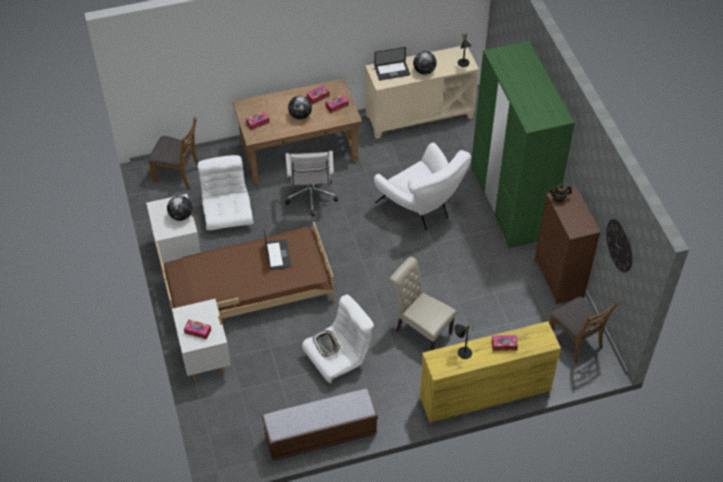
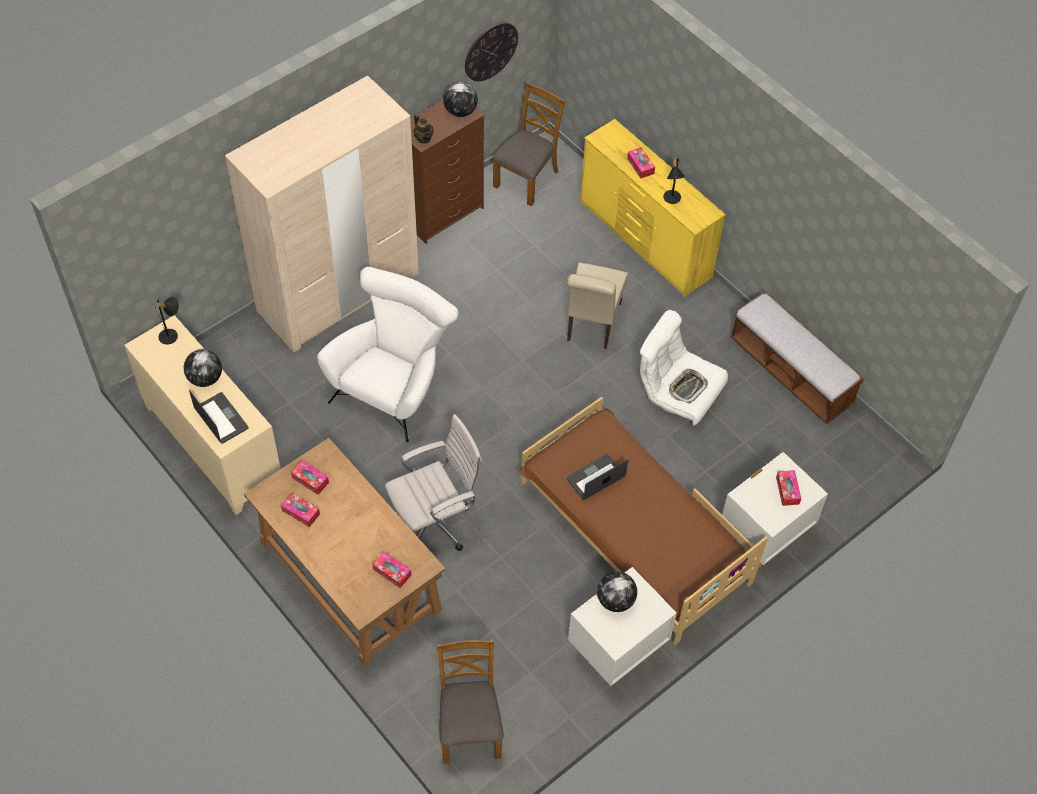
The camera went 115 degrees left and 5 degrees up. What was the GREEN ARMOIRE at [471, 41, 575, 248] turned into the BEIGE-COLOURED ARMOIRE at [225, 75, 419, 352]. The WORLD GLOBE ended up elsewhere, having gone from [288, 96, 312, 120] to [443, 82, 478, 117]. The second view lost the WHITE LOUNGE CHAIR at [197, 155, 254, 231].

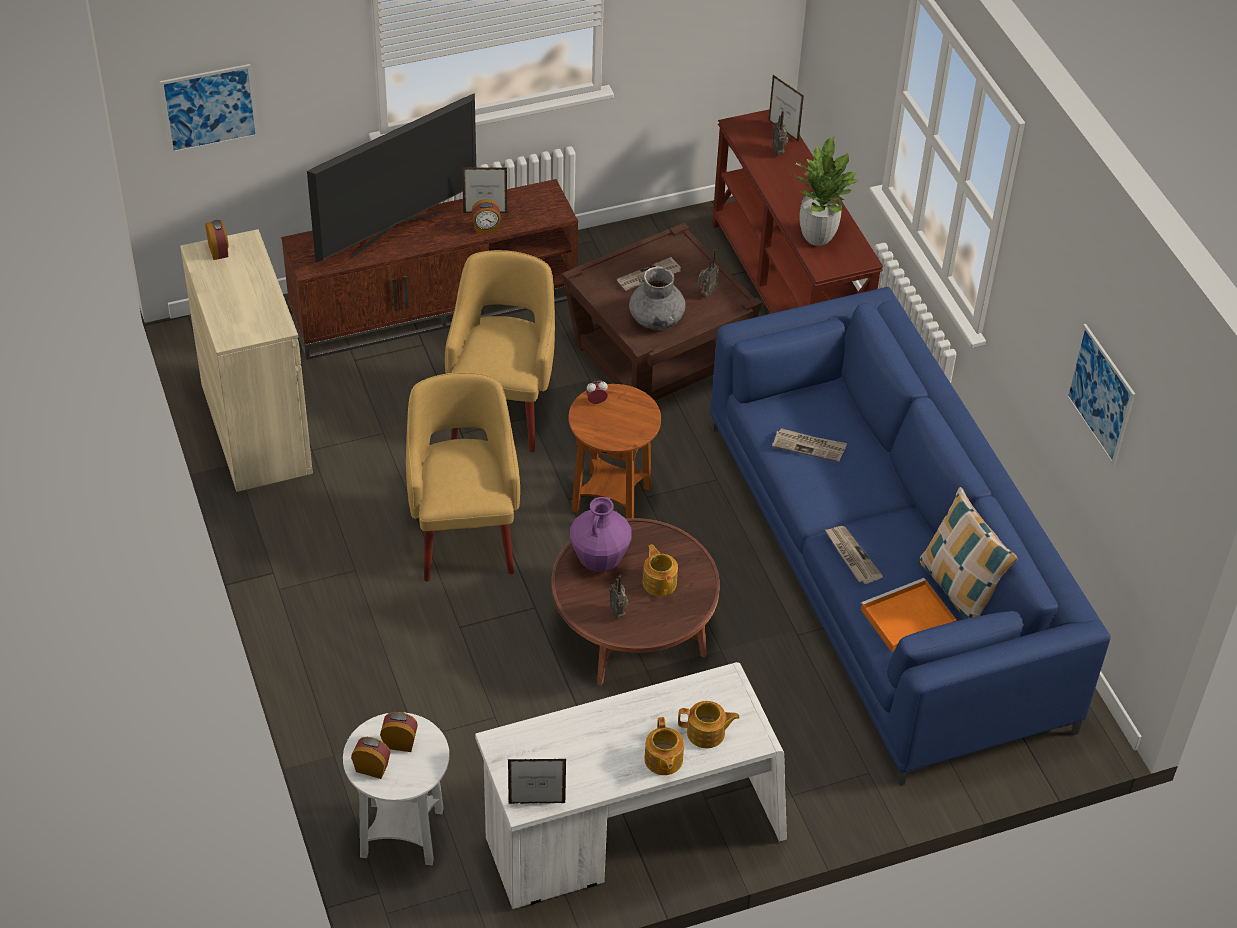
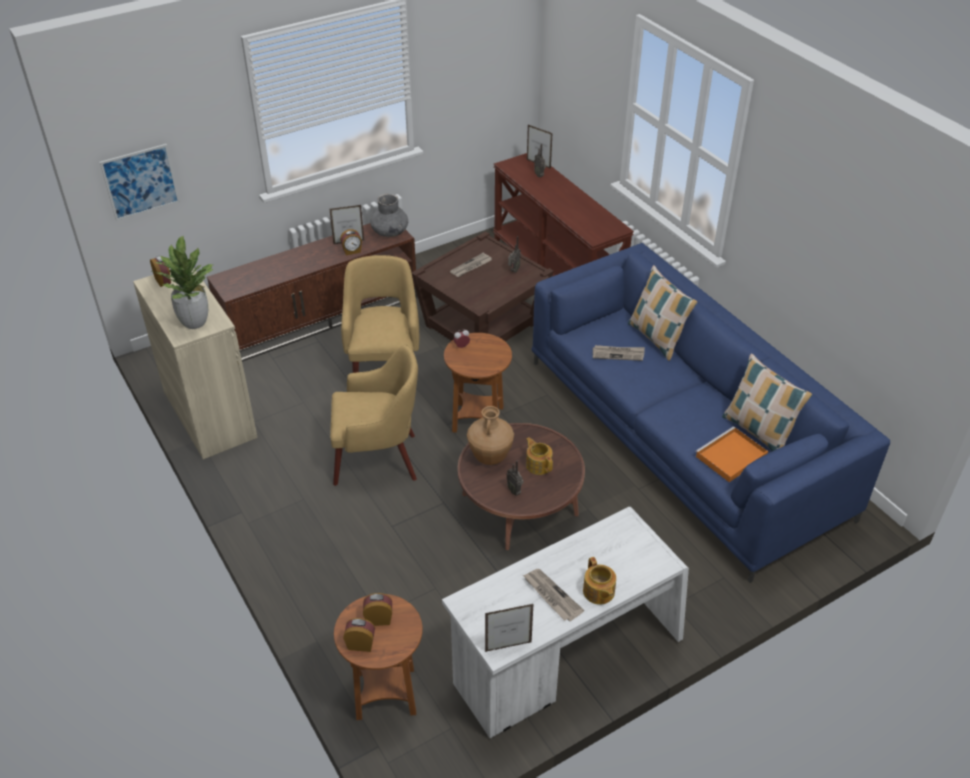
The camera went 10 degrees left and 5 degrees down. The second view lost the TV SET at [307, 93, 476, 263]. The POTTED PLANT ended up elsewhere, having gone from [785, 137, 858, 246] to [152, 236, 213, 329]. The GREYISH FLOWER VASE ended up elsewhere, having gone from [629, 266, 686, 330] to [370, 193, 408, 237]. The second view lost the WALL ART at [1066, 324, 1135, 466]. The YELLOW LOUNGE CHAIR at [406, 372, 520, 582] ended up facing another way, 105 degrees clockwise from before. What was the PURPLISH FLOWER VASE at [570, 497, 632, 572] turned into the BROWN FLOWER VASE at [467, 406, 514, 465]. The PRINTED PAPER ended up elsewhere, having gone from [825, 526, 883, 584] to [523, 569, 584, 621]. The second view lost the TEAPOT at [678, 701, 740, 748]. What was the WHITE ACCENT TABLE at [343, 712, 449, 865] turned into the BROWN ACCENT TABLE at [334, 594, 423, 720]. The second view gained the PILLOW at [628, 265, 698, 361].

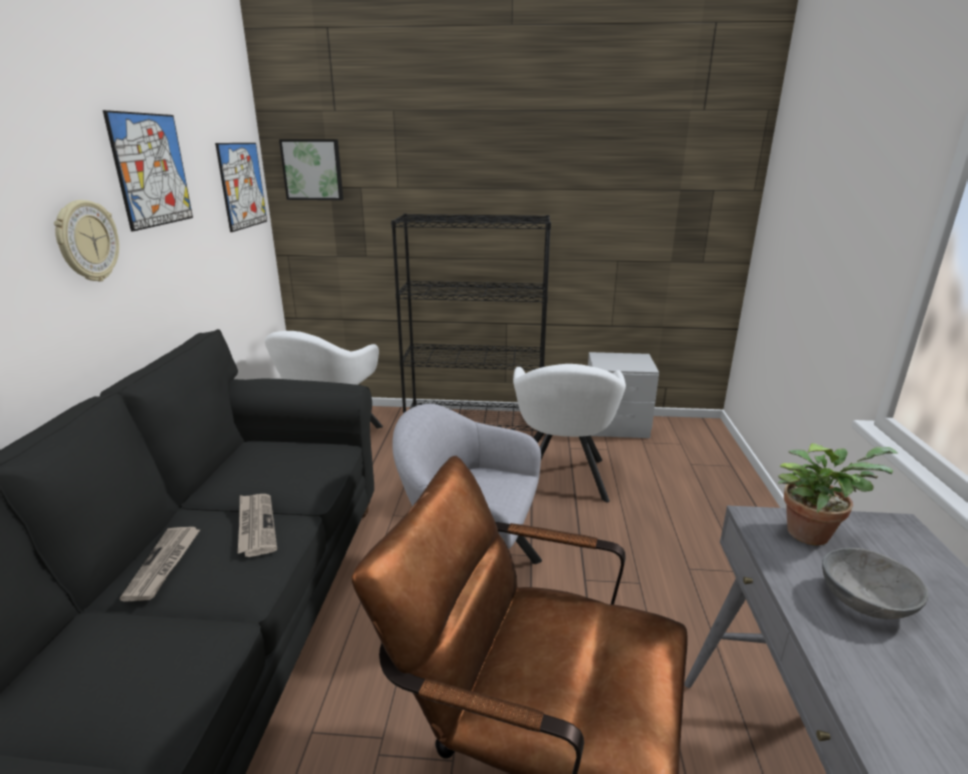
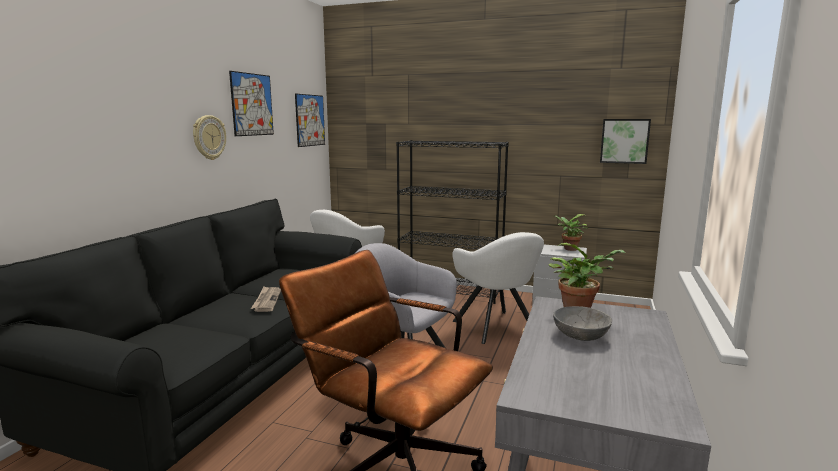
The camera went 15 degrees right and 10 degrees down. The WALL ART ended up elsewhere, having gone from [279, 139, 343, 200] to [600, 119, 651, 164]. The WHITE LOUNGE CHAIR at [513, 364, 626, 502] ended up facing another way, 45 degrees counterclockwise from before. The second view lost the PRINTED PAPER at [119, 527, 201, 601]. The second view gained the POTTED PLANT at [555, 214, 588, 251].

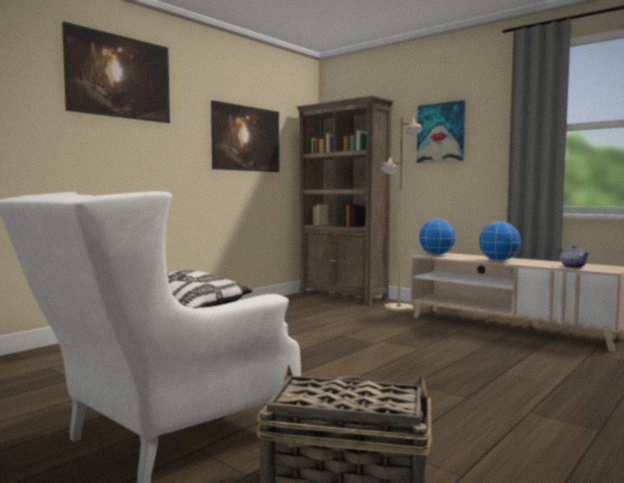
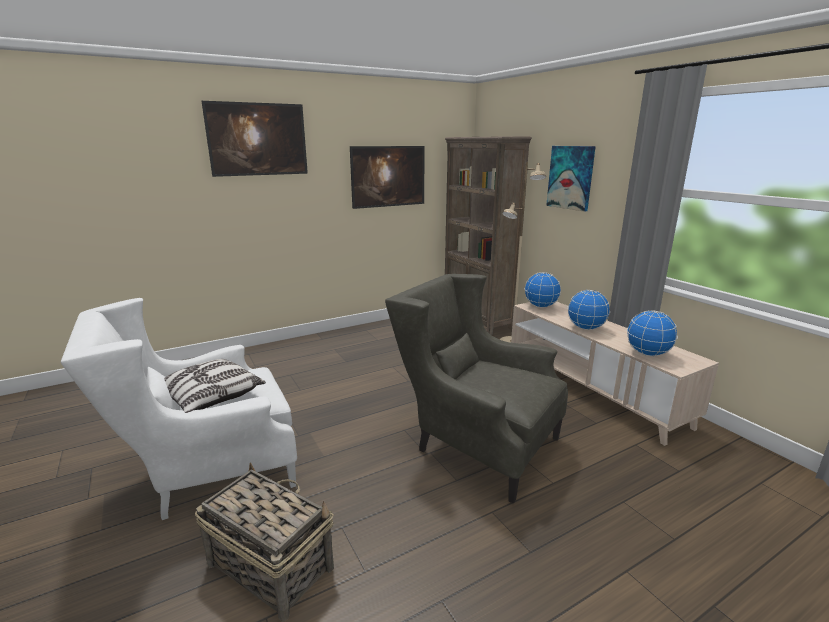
The camera went 20 degrees right and 15 degrees up. Where the TEAPOT stood at [558, 245, 590, 268], the WORLD GLOBE came to stand at [627, 310, 678, 356]. The second view gained the GREYISH LOUNGE CHAIR at [385, 274, 568, 504].

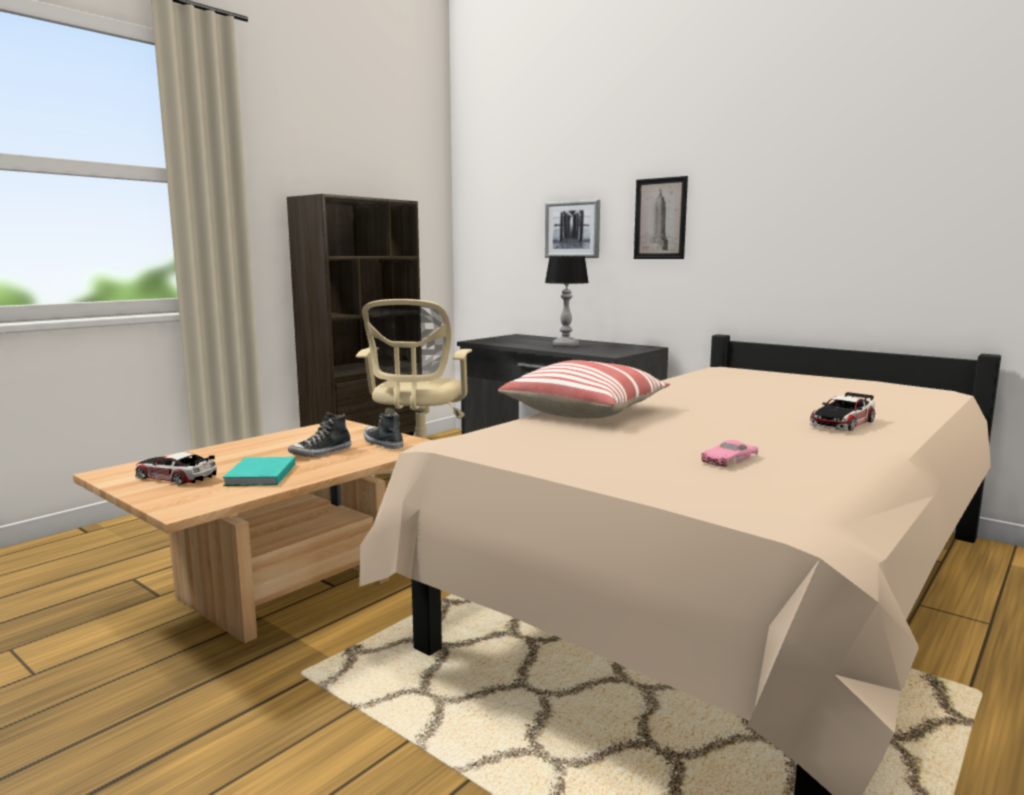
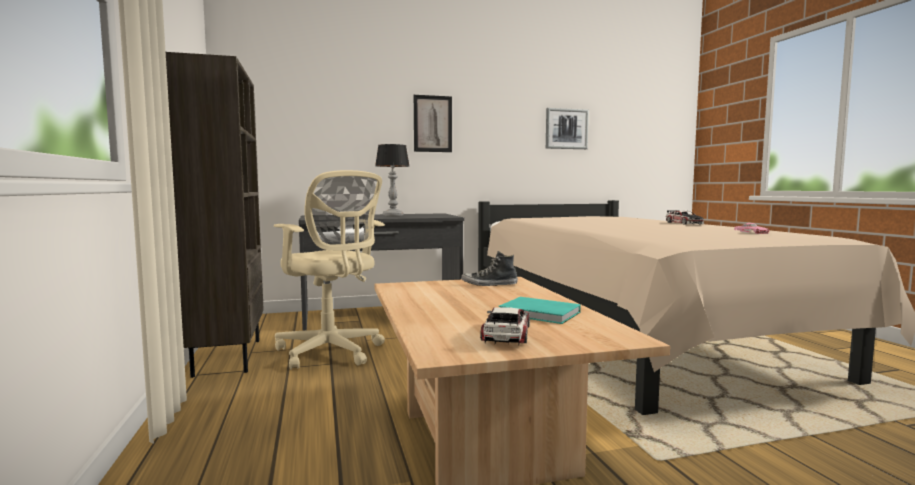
The camera went 55 degrees left and 5 degrees down. The WALL ART ended up elsewhere, having gone from [545, 200, 600, 258] to [546, 108, 589, 149]. The second view lost the PILLOW at [498, 360, 670, 419]. The second view lost the ITEM OF FOOTWEAR at [288, 412, 351, 457]. The MINIATURE CAR at [135, 452, 217, 486] ended up facing another way, 135 degrees clockwise from before.

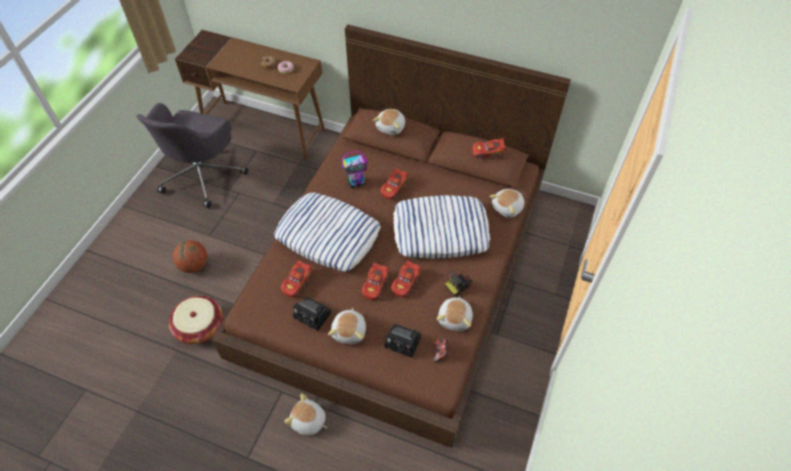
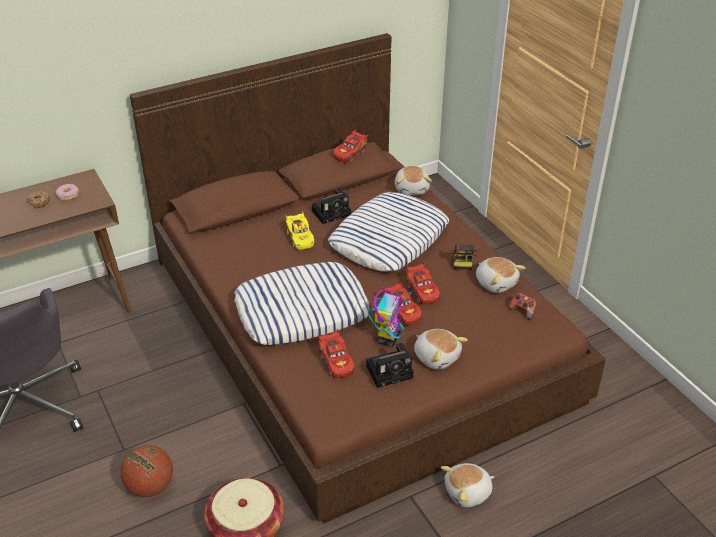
The camera went 50 degrees left and 15 degrees down. The second view lost the PLUSH TOY at [373, 109, 405, 135]. The TOY ROBOT ended up elsewhere, having gone from [342, 151, 368, 188] to [368, 289, 412, 347]. What was the RED-COLOURED MINIATURE CAR at [380, 166, 409, 200] turned into the YELLOW MINIATURE CAR at [285, 211, 315, 250]. The PHOTO CAMERA ended up elsewhere, having gone from [384, 324, 421, 358] to [312, 188, 351, 224].

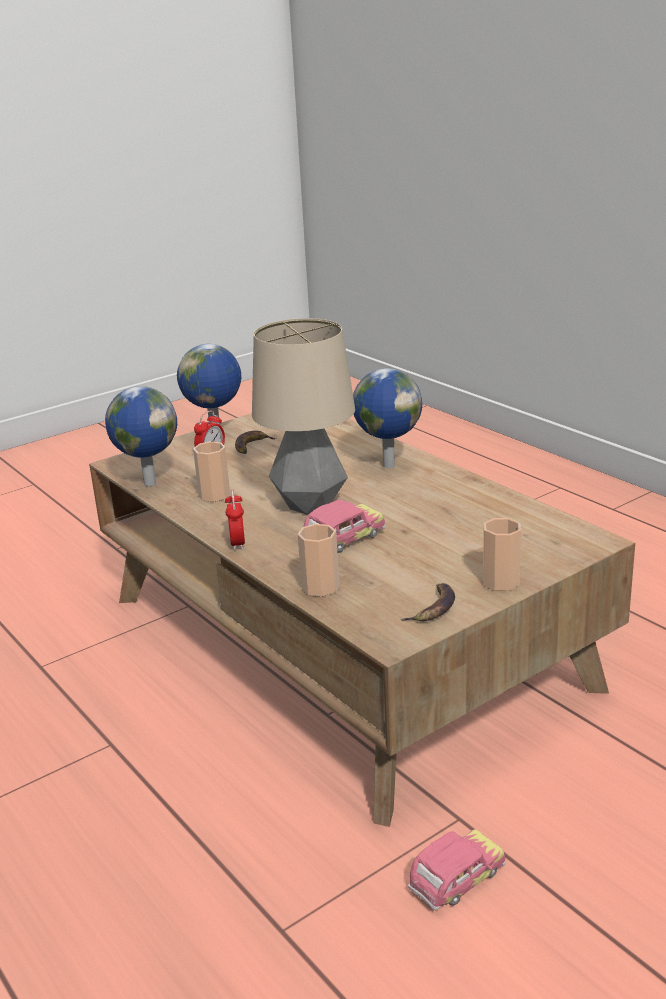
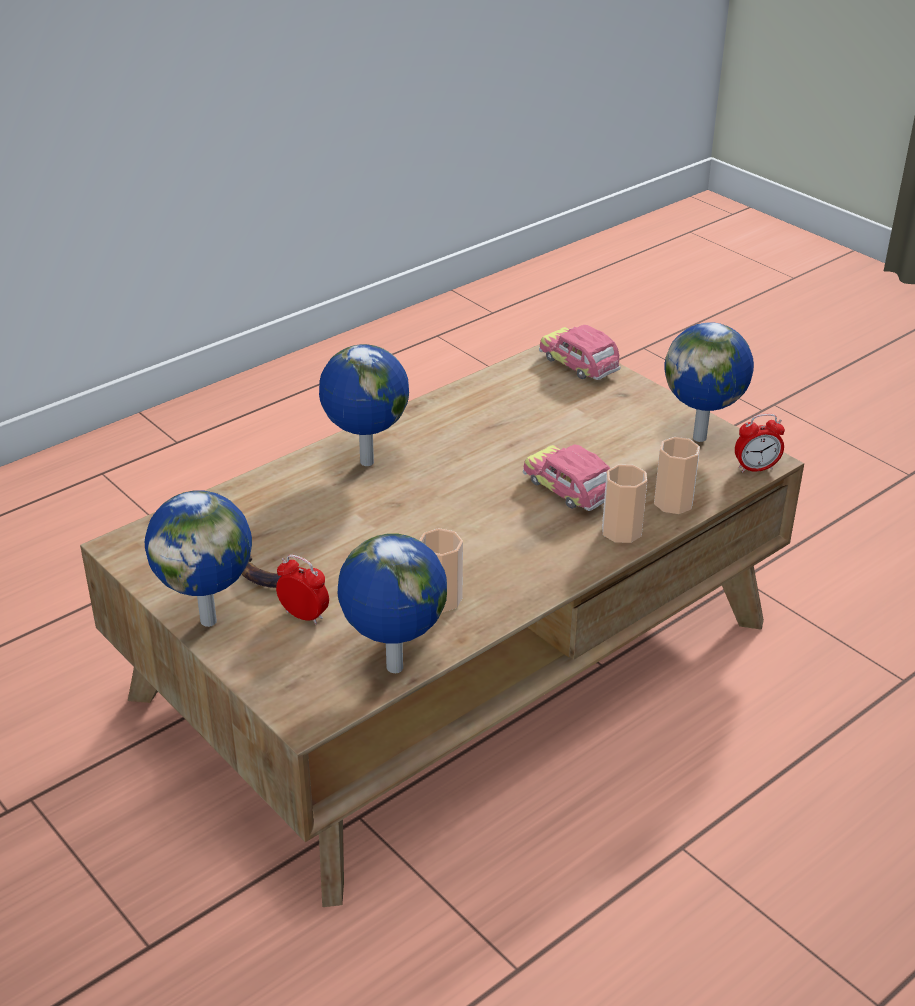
The camera went 95 degrees left and 10 degrees up. The second view lost the TABLETOP LAMP at [252, 318, 355, 514]. The ALARM CLOCK ended up elsewhere, having gone from [225, 489, 245, 550] to [735, 414, 785, 473]. The CUP ended up elsewhere, having gone from [483, 518, 521, 590] to [602, 464, 647, 543]. Where the WHOLE BANANA stood at [400, 583, 455, 621], the WORLD GLOBE came to stand at [664, 322, 754, 442]. The MINIATURE CAR ended up elsewhere, having gone from [408, 830, 506, 910] to [539, 325, 621, 380].

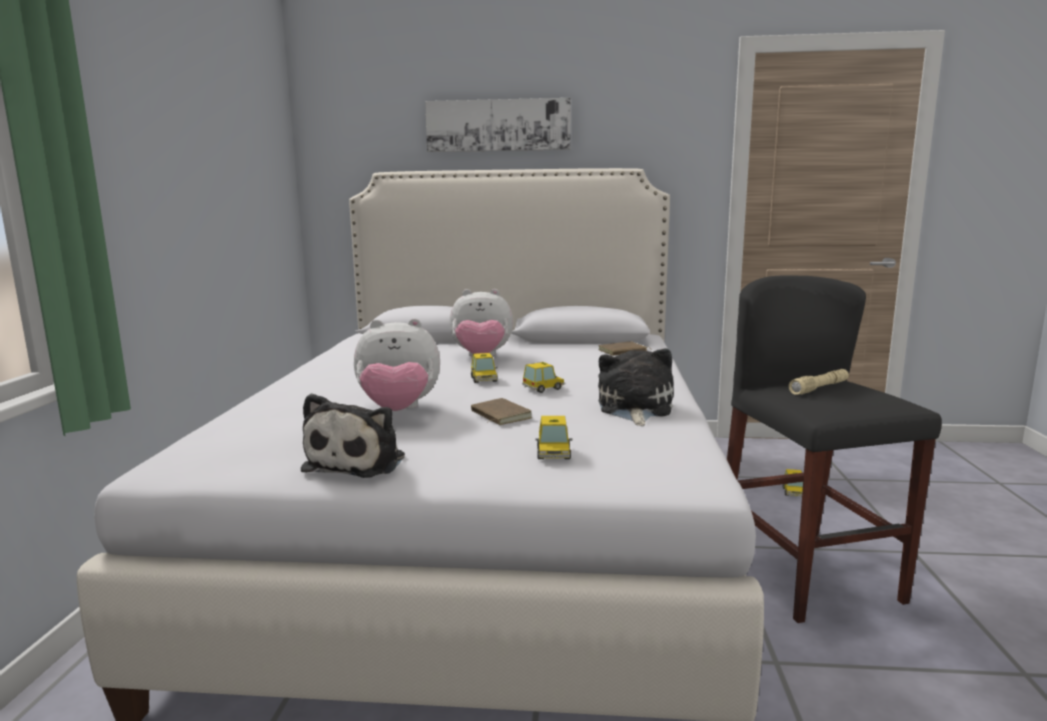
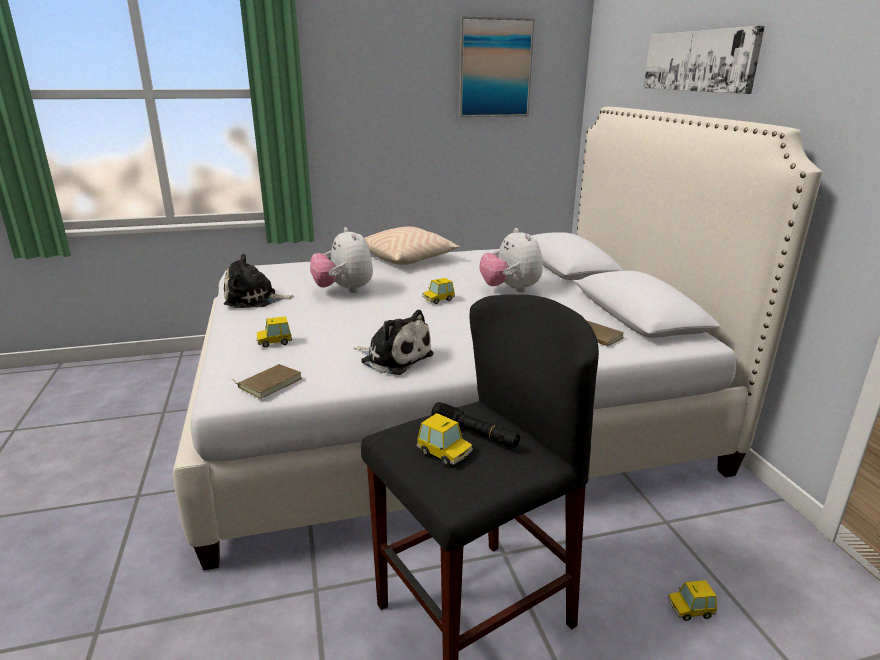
The camera went 70 degrees right and 10 degrees up. The PLUSH TOY at [598, 348, 674, 426] ended up facing another way, 45 degrees clockwise from before. The MINIATURE CAR ended up elsewhere, having gone from [522, 362, 564, 393] to [417, 413, 473, 466]. What was the BEIGE-COLOURED FLASHLIGHT at [789, 369, 849, 395] turned into the BLACK FLASHLIGHT at [431, 402, 520, 448]. The BROWN BOUND BOOK ended up elsewhere, having gone from [471, 398, 532, 425] to [232, 364, 302, 399]. The second view gained the WALL ART at [459, 16, 535, 117]. The second view gained the BEIGE-COLOURED PILLOW at [365, 226, 460, 265].

